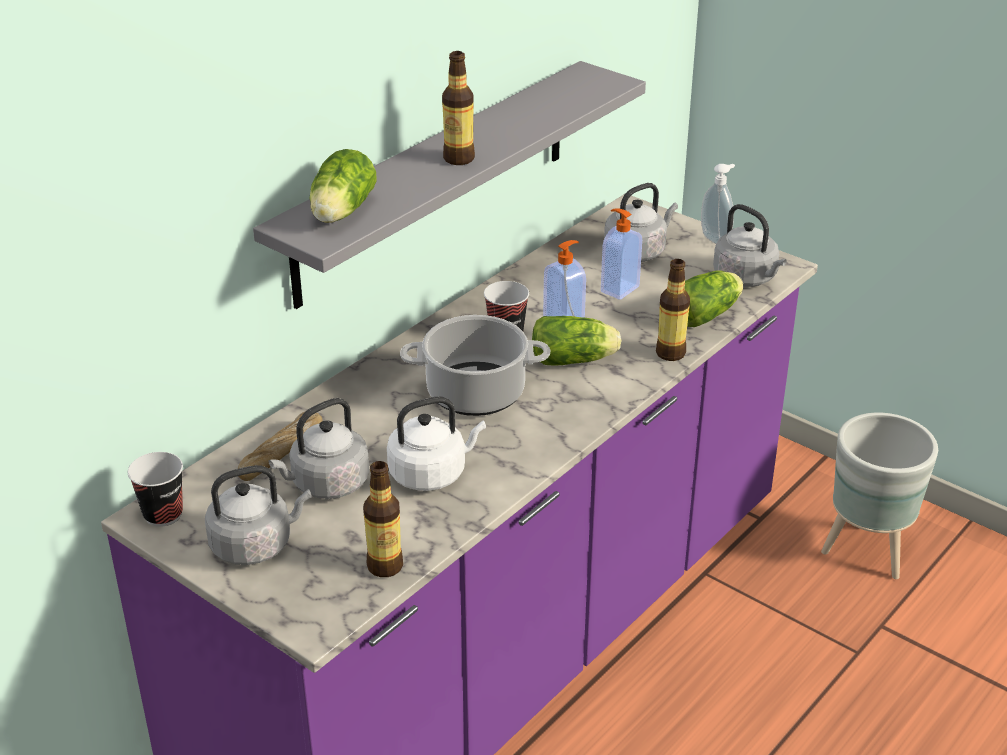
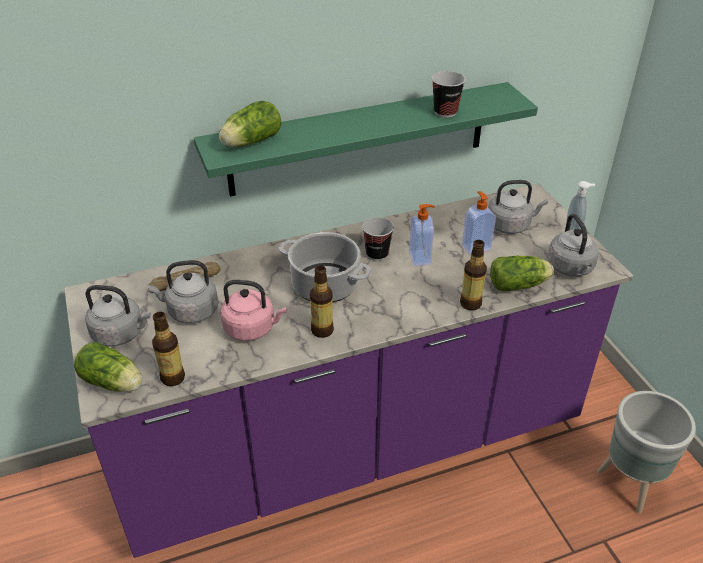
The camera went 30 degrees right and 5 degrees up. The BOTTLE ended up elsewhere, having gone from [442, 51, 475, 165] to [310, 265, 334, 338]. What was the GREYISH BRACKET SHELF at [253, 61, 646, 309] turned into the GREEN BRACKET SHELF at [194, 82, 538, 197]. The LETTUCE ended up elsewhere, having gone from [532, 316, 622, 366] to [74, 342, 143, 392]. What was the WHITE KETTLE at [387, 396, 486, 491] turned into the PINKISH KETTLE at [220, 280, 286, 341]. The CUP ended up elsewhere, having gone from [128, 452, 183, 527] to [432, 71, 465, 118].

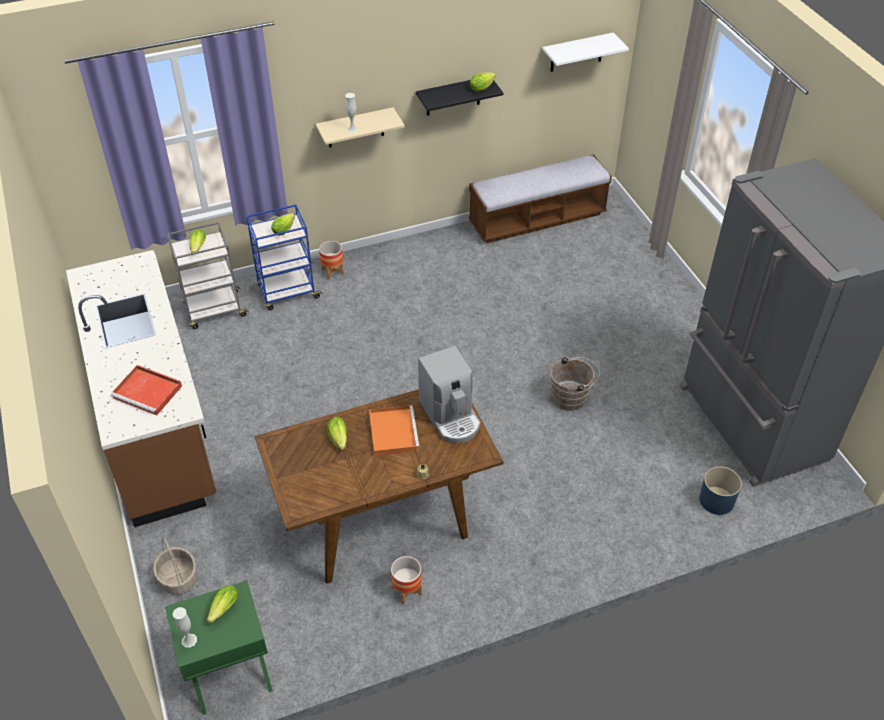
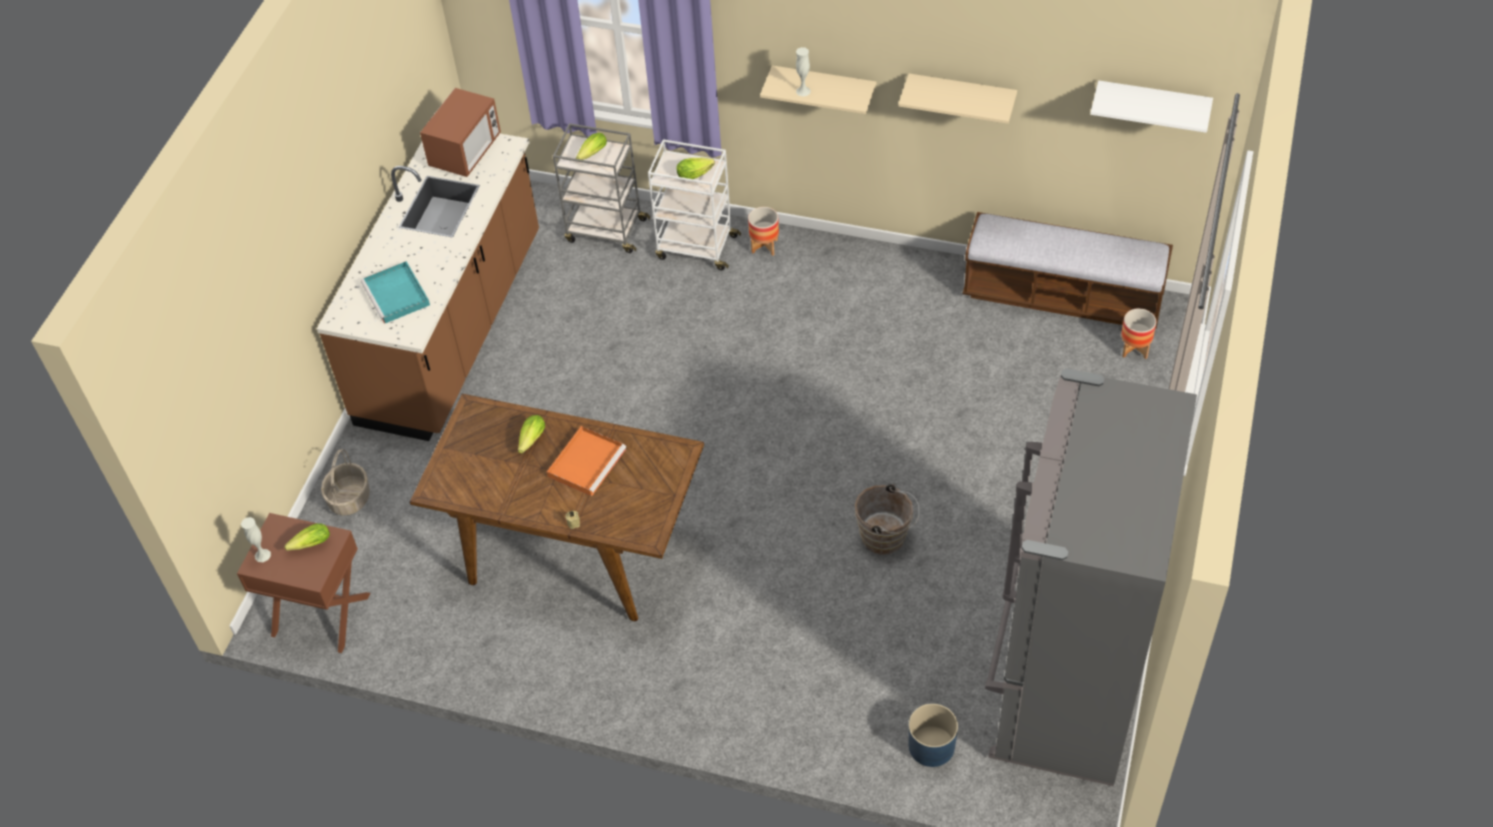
The camera went 40 degrees right and 5 degrees up. The second view lost the LETTUCE at [470, 72, 495, 92]. What was the BLACK BRACKET SHELF at [416, 80, 503, 116] turned into the BEIGE-COLOURED BRACKET SHELF at [898, 74, 1017, 124]. What was the BLUE WHEELED CART at [246, 204, 323, 310] turned into the WHITE WHEELED CART at [648, 139, 741, 270]. The second view lost the COFFEE MACHINE at [418, 346, 481, 443]. What was the RED-COLOURED CARRYING TRAY at [111, 365, 182, 416] turned into the TURQUOISE-COLOURED CARRYING TRAY at [360, 261, 430, 324]. The PLANTER ended up elsewhere, having gone from [391, 556, 422, 605] to [1121, 308, 1156, 359]. What was the GREEN BEDSIDE TABLE at [165, 580, 273, 715] turned into the BROWN BEDSIDE TABLE at [237, 513, 370, 653]. The second view gained the MICROWAVE at [420, 88, 501, 177].

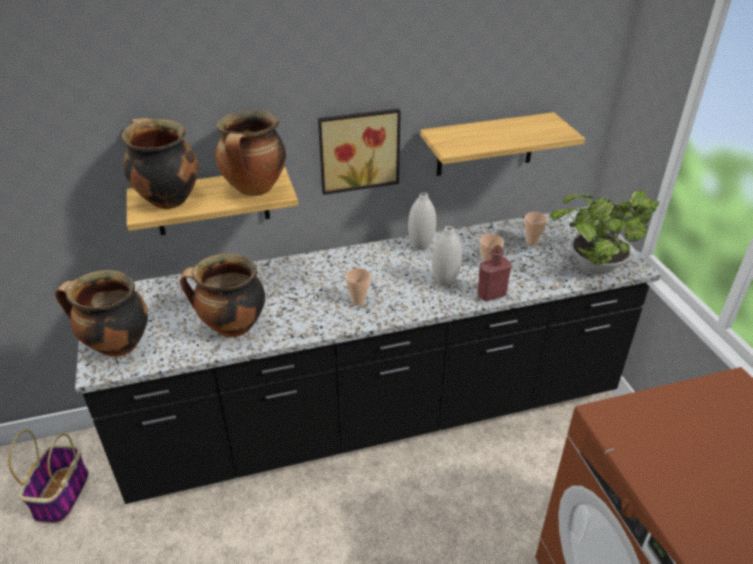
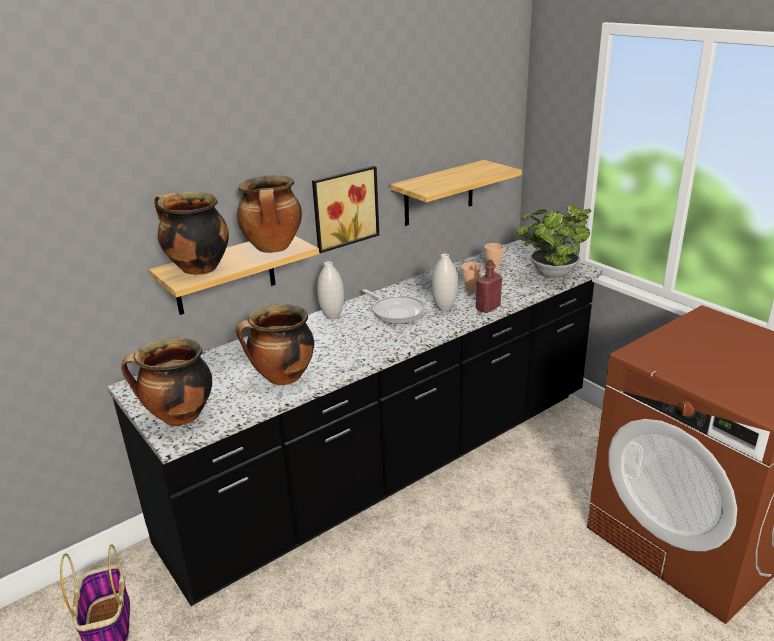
The camera went 20 degrees left and 10 degrees down. The WHITE FLOWER VASE ended up elsewhere, having gone from [408, 192, 436, 250] to [317, 261, 344, 319]. The second view lost the CUP at [345, 268, 371, 305]. The second view gained the SKILLET at [362, 289, 425, 324].

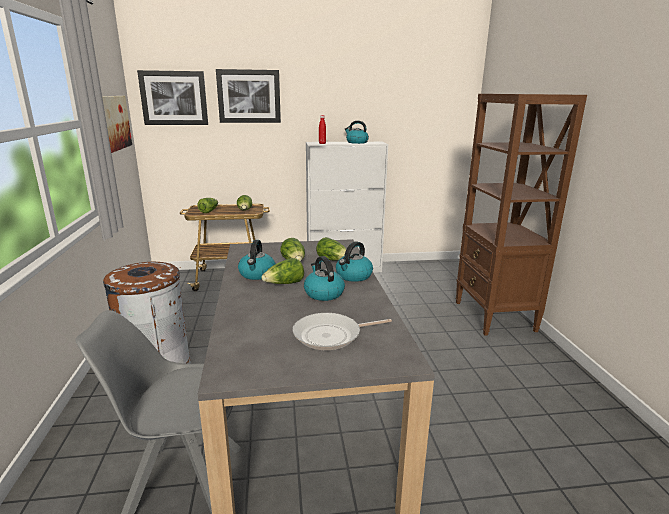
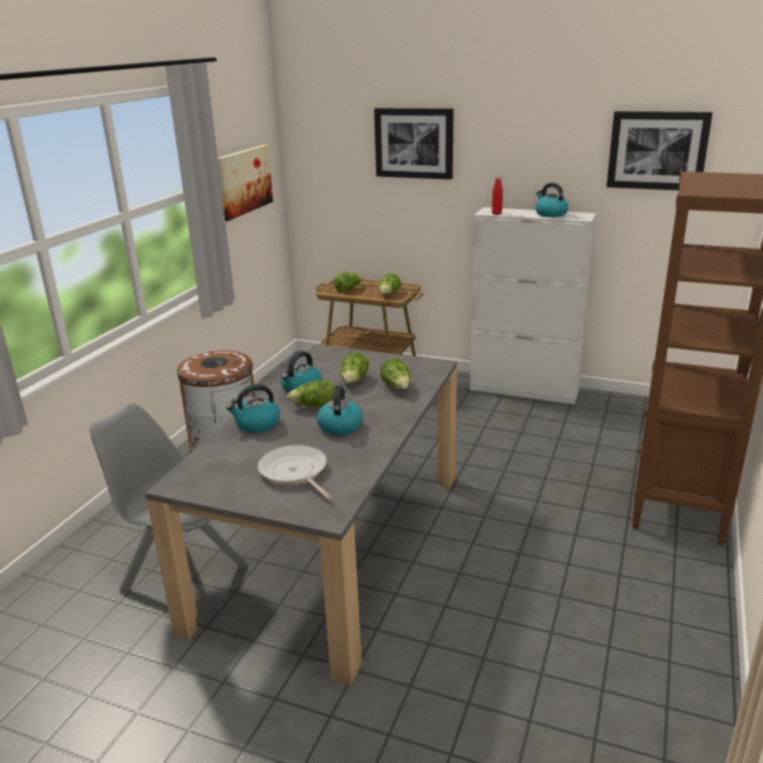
The camera went 30 degrees right and 5 degrees up. The WALL ART ended up elsewhere, having gone from [137, 70, 208, 125] to [607, 111, 713, 190]. The KETTLE ended up elsewhere, having gone from [336, 242, 373, 282] to [226, 384, 280, 433]. The SKILLET at [293, 313, 392, 350] ended up facing another way, 45 degrees clockwise from before.

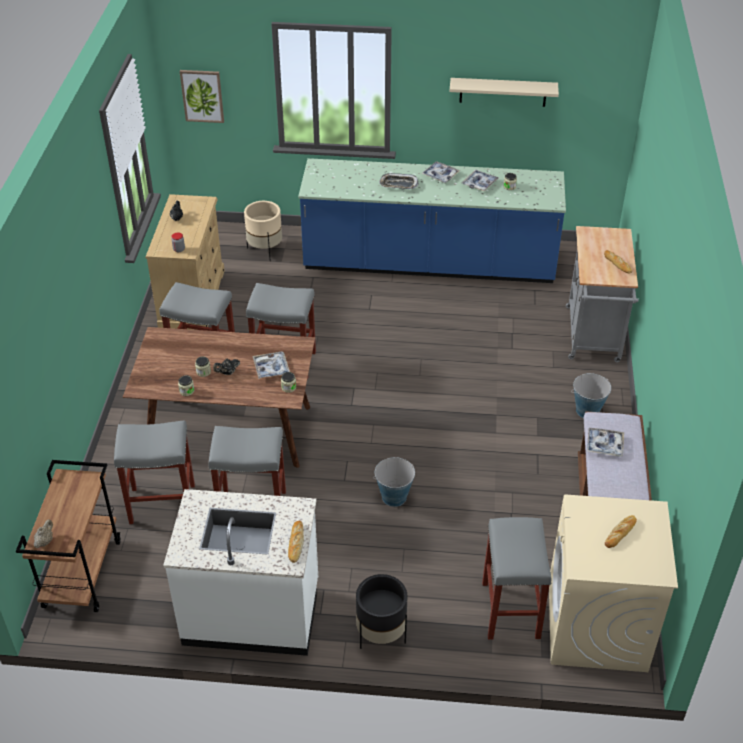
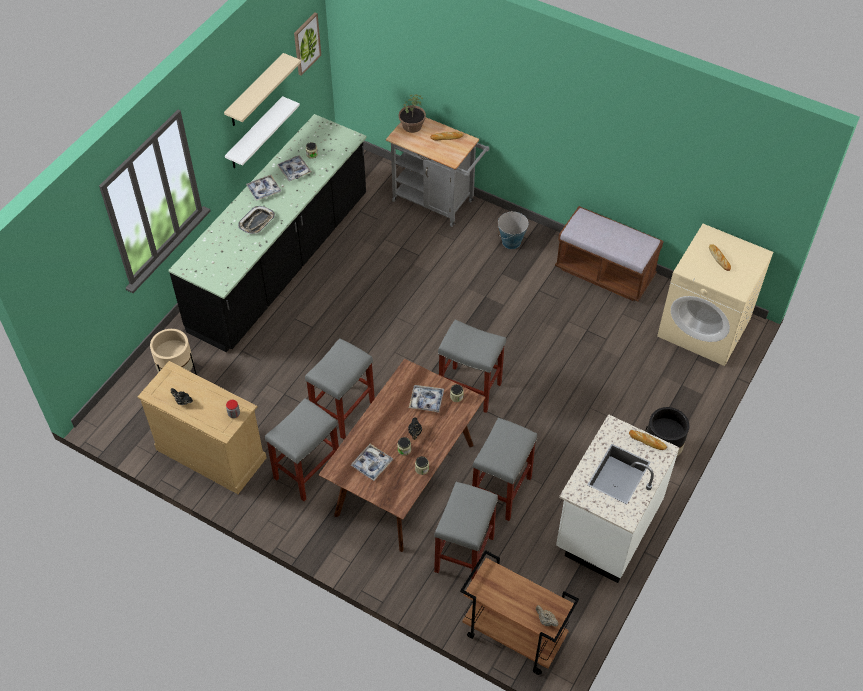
The camera went 65 degrees left and 10 degrees up. The WALL ART ended up elsewhere, having gone from [180, 70, 224, 123] to [294, 12, 321, 76]. What was the BLUE COUNTER at [298, 158, 566, 283] turned into the BLACK COUNTER at [168, 114, 367, 352]. The CARRYING TRAY ended up elsewhere, having gone from [587, 428, 624, 457] to [350, 444, 393, 481]. The second view lost the BUCKET at [373, 457, 415, 507]. The GREYISH STOOL SEAT ended up elsewhere, having gone from [482, 517, 551, 640] to [438, 320, 506, 413]. The second view gained the POTTED PLANT at [399, 94, 426, 133]. The second view gained the WHITE BRACKET SHELF at [225, 96, 300, 168].

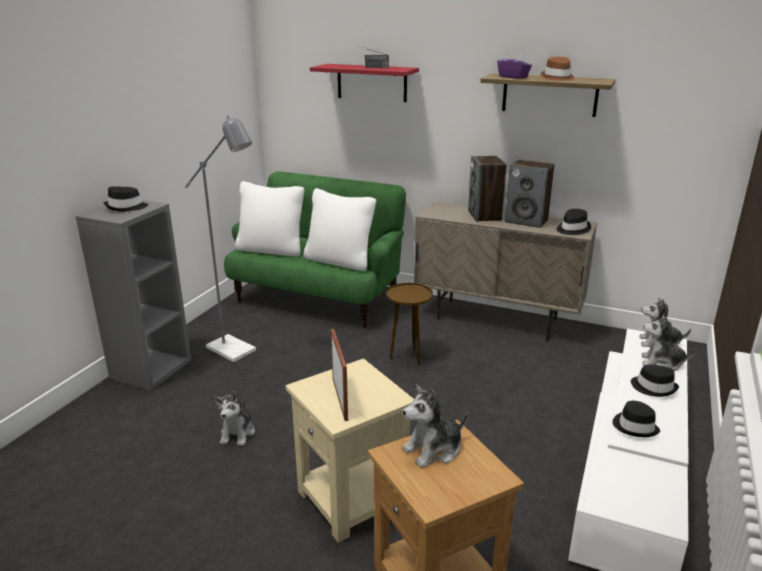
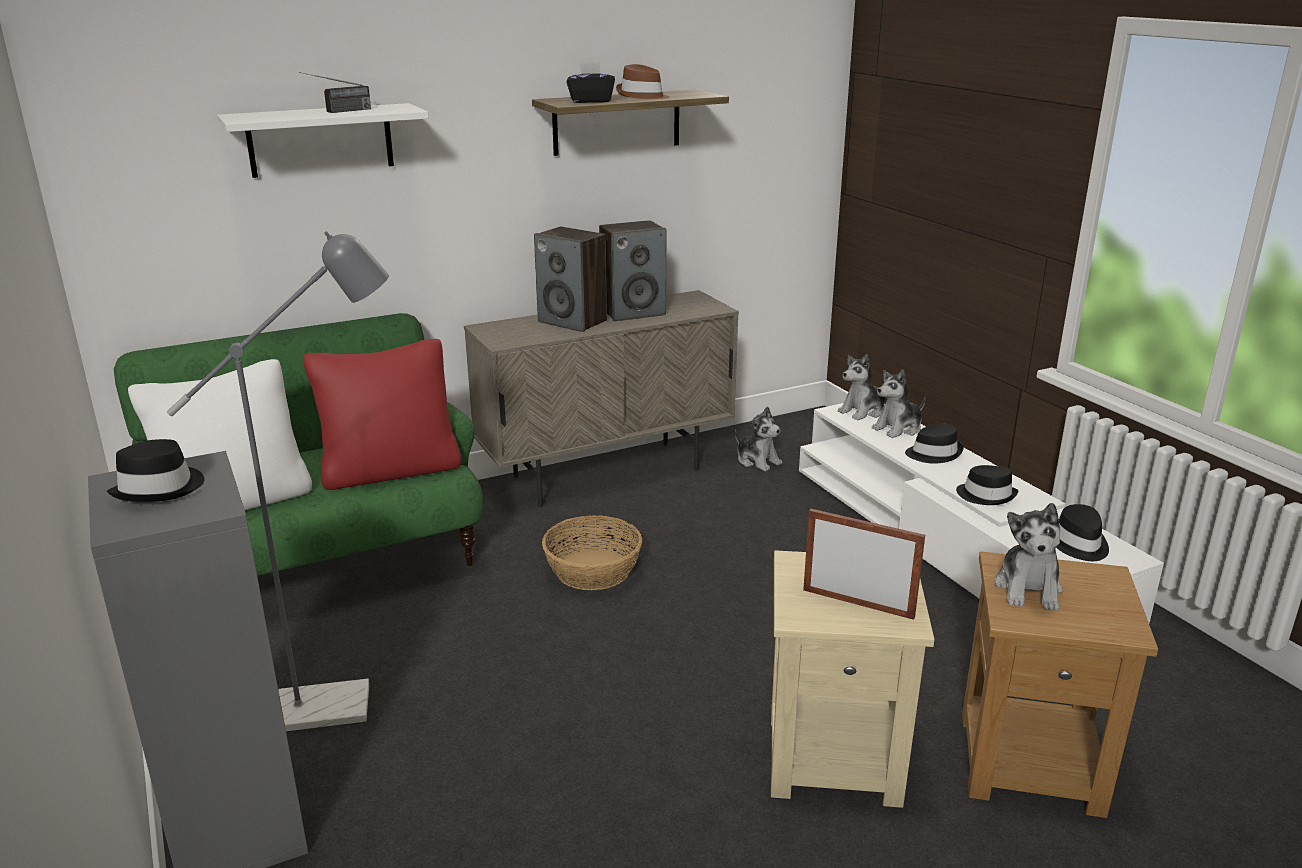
The camera went 50 degrees left and 0 degrees up. What was the PURPLISH TISSUE BOX at [497, 52, 532, 79] turned into the BLACK TISSUE BOX at [567, 63, 615, 103]. What was the RED-COLOURED BRACKET SHELF at [310, 64, 419, 102] turned into the WHITE BRACKET SHELF at [217, 103, 428, 178]. What was the WHITE PILLOW at [303, 188, 376, 271] turned into the RED-COLOURED PILLOW at [303, 339, 461, 490]. The BLACK WEARABLE HAT ended up elsewhere, having gone from [557, 209, 591, 235] to [1056, 504, 1109, 561]. Where the BROWN ACCENT TABLE stood at [386, 283, 433, 365], the HOUSEHOLD BASKET came to stand at [542, 515, 642, 590]. The PLUSH TOY ended up elsewhere, having gone from [214, 391, 255, 446] to [735, 406, 782, 472].

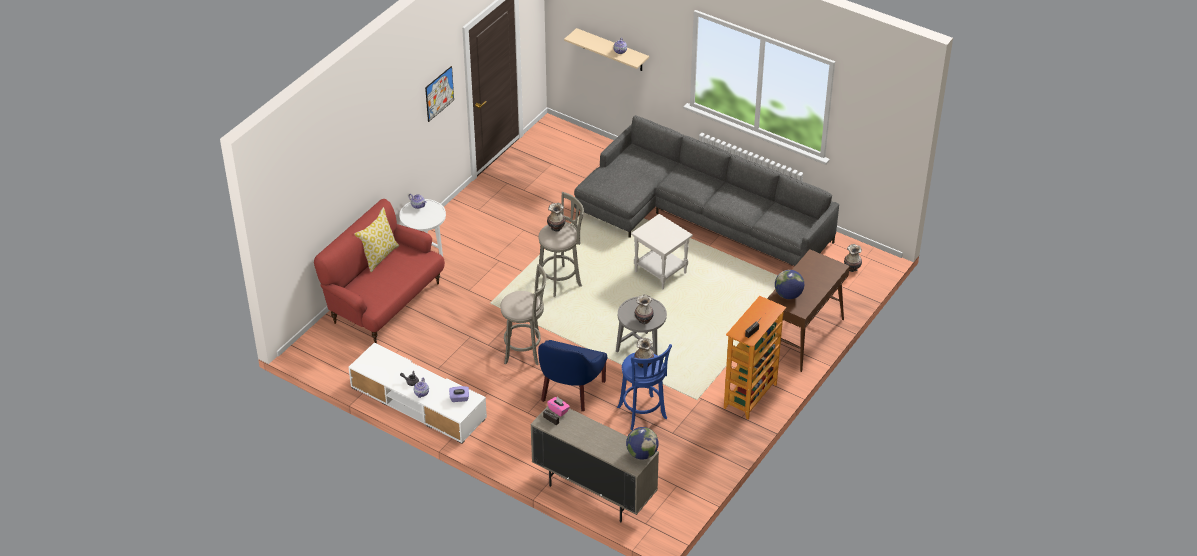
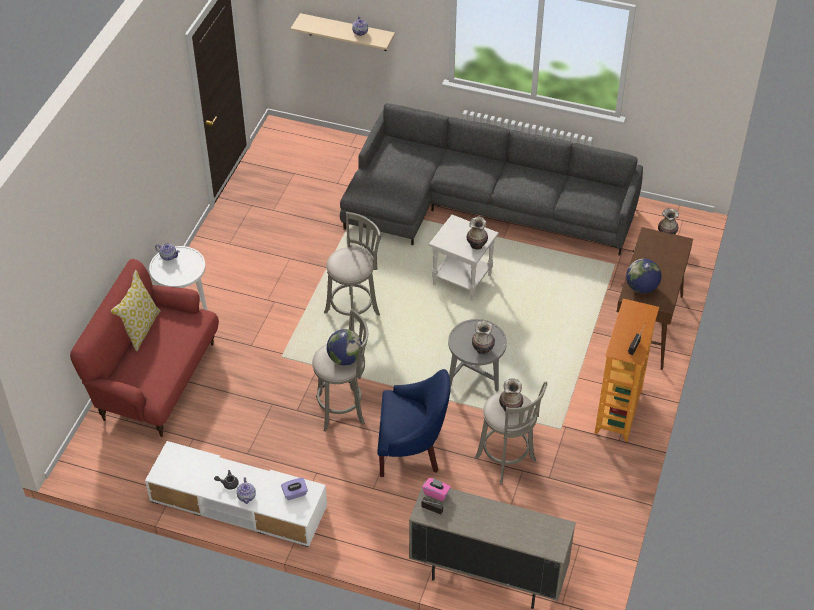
The camera went 15 degrees left and 5 degrees up. The second view lost the WALL ART at [425, 66, 454, 122]. The FLOWER VASE ended up elsewhere, having gone from [547, 203, 565, 232] to [466, 217, 488, 249]. The BLUE LOUNGE CHAIR at [538, 340, 607, 411] ended up facing another way, 90 degrees counterclockwise from before. What was the BLUE STOOL SEAT at [617, 344, 672, 430] turned into the GREYISH STOOL SEAT at [474, 381, 547, 484]. The WORLD GLOBE ended up elsewhere, having gone from [626, 427, 659, 460] to [327, 329, 362, 366].

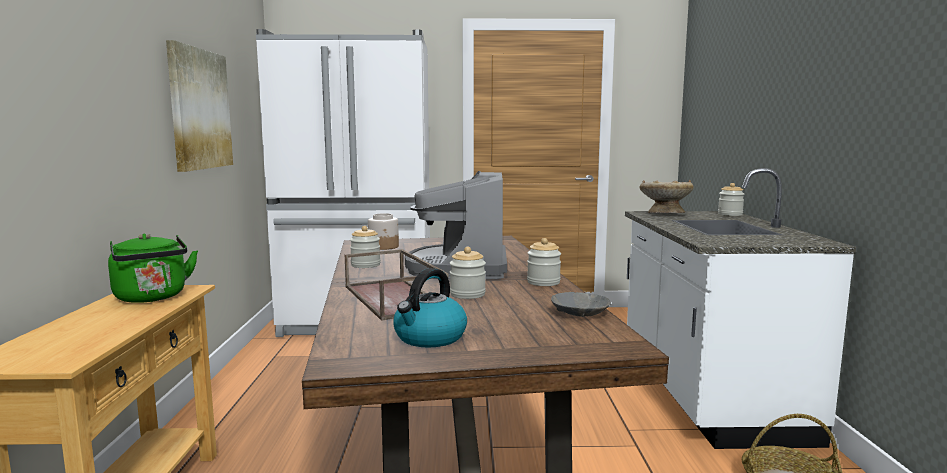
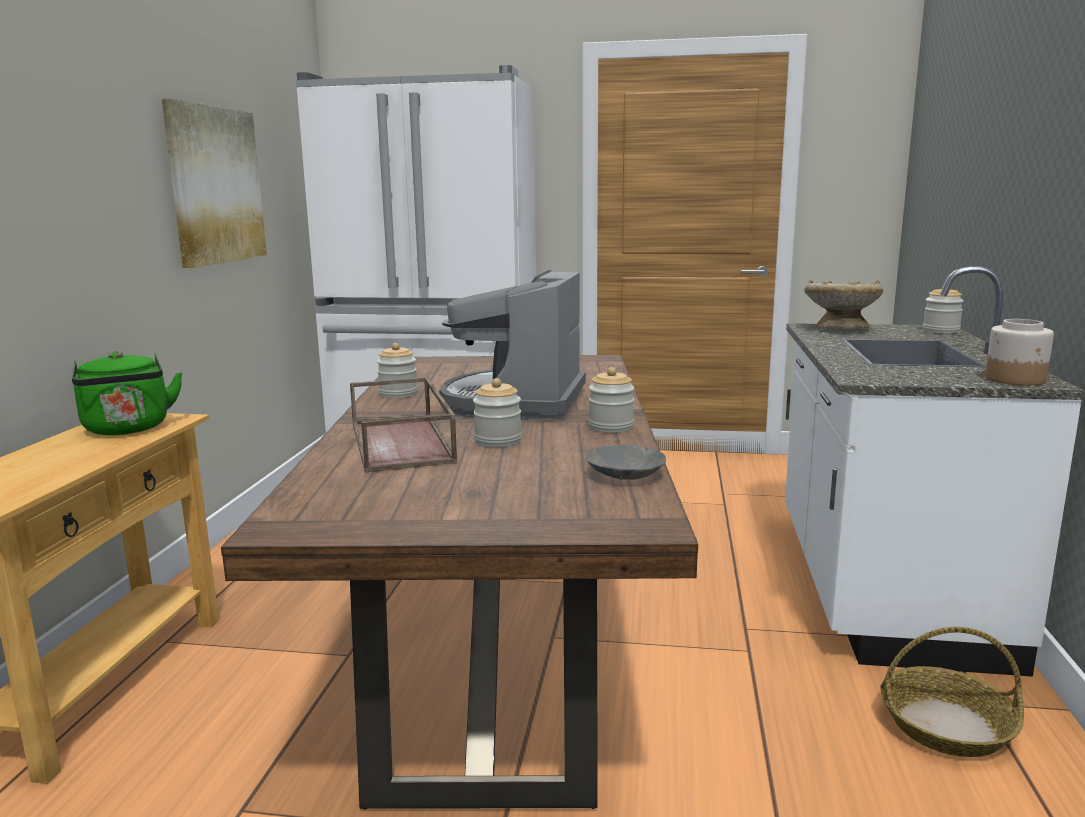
The camera went 10 degrees right and 5 degrees up. The PRESERVE JAR ended up elsewhere, having gone from [368, 213, 399, 250] to [985, 319, 1054, 386]. The second view lost the KETTLE at [393, 268, 467, 347].

